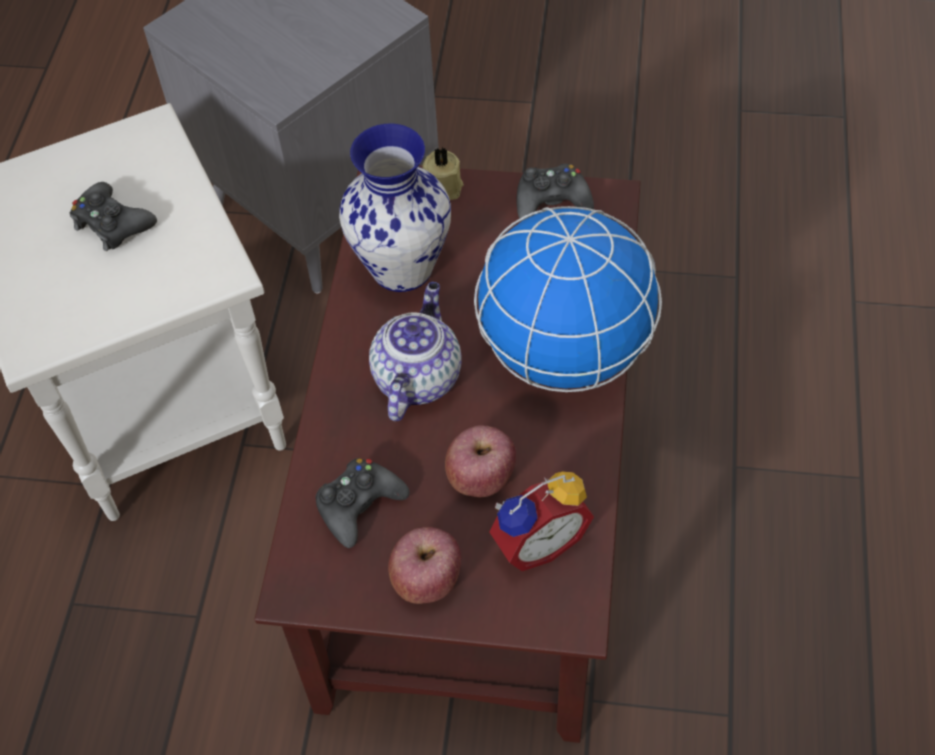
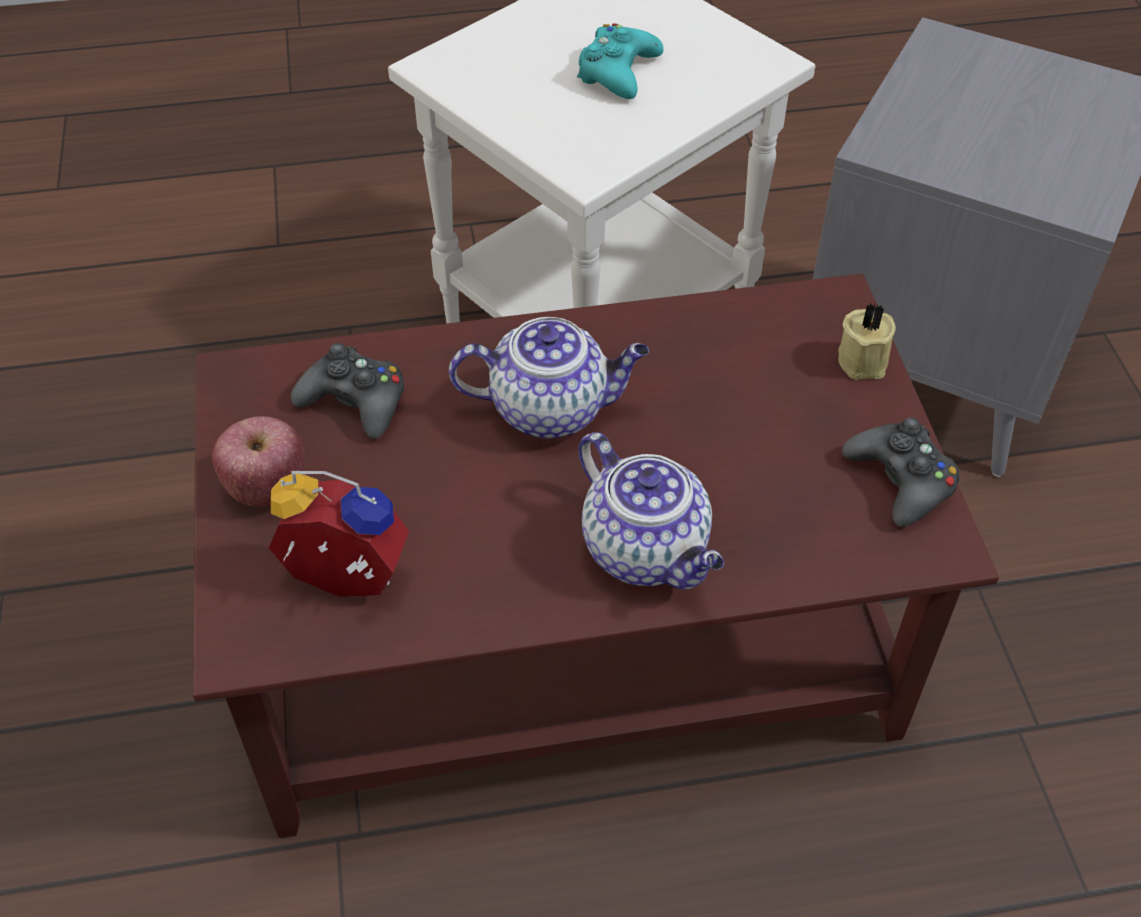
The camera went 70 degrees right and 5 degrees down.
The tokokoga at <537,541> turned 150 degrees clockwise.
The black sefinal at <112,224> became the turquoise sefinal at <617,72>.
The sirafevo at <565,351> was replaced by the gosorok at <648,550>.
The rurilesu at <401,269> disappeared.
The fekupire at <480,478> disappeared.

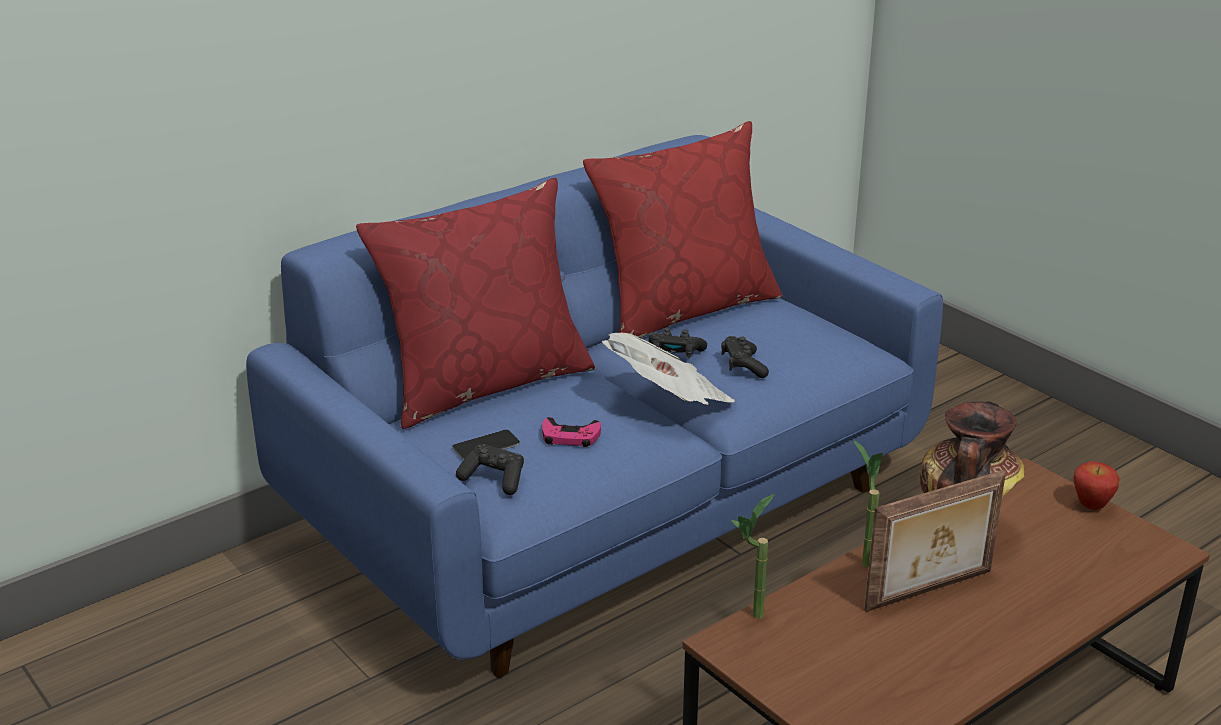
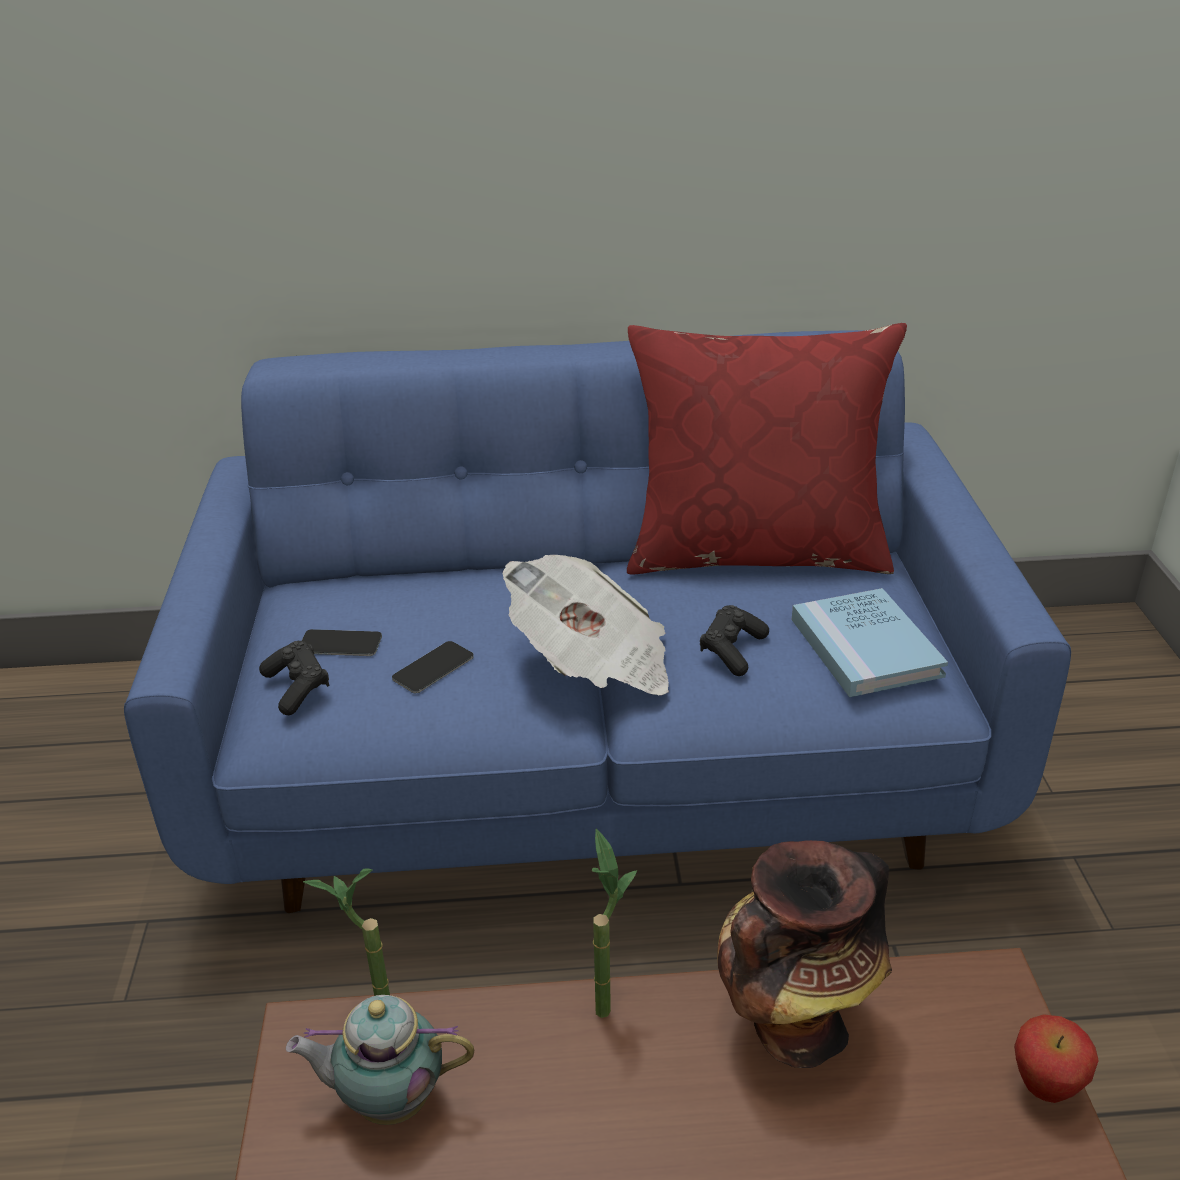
The camera went 35 degrees right and 5 degrees up.
The gosorok at <388,1100> appeared.
The pink sefinal at <570,437> was replaced by the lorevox at <433,668>.
The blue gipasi at <865,647> appeared.
The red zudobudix at <485,383> disappeared.
The black sefinal at <675,354> disappeared.
The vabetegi at <930,592> disappeared.

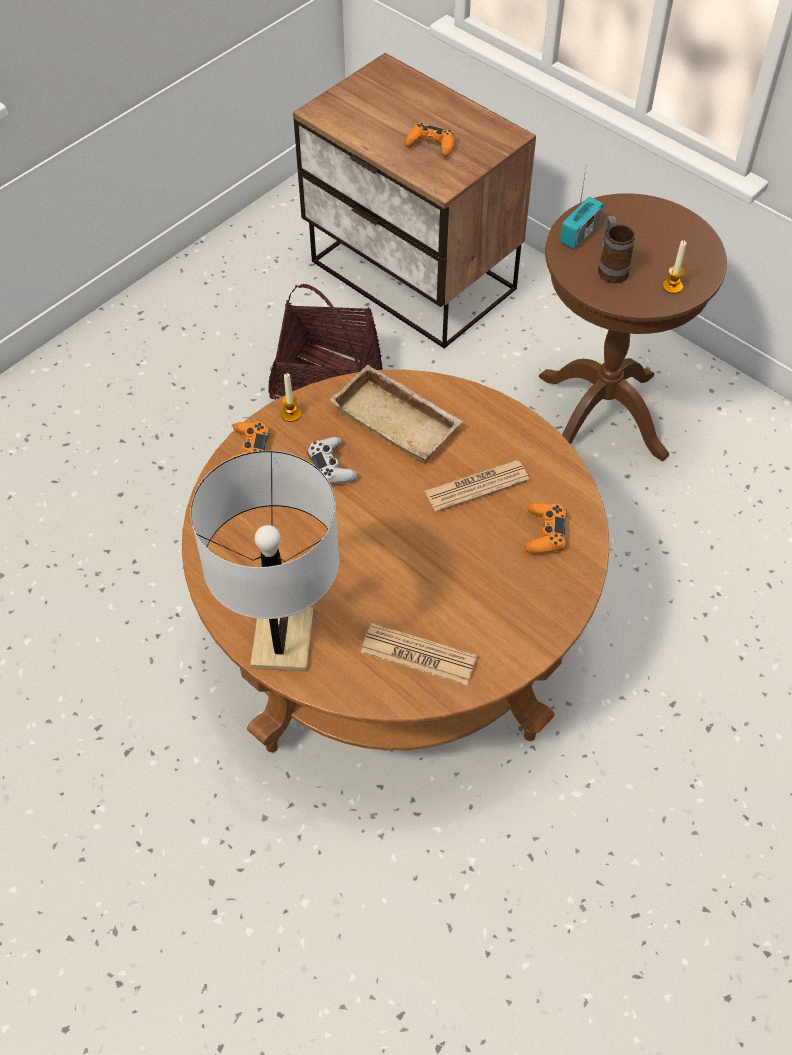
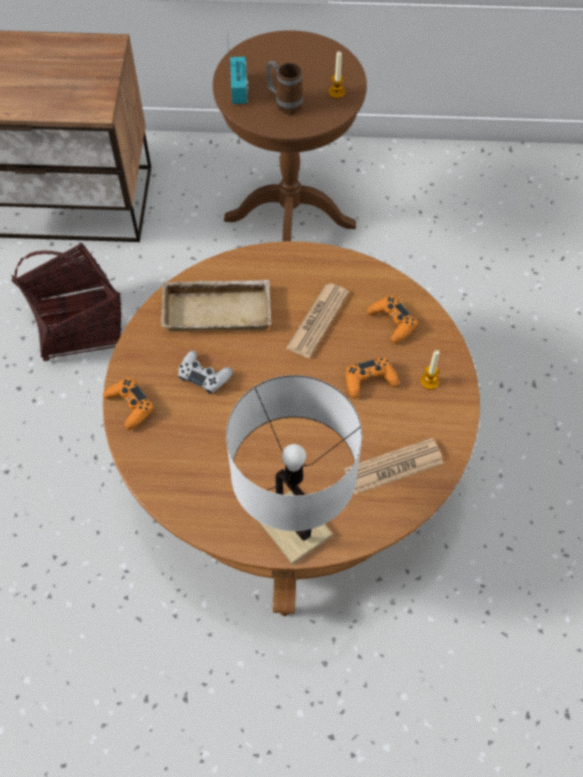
The camera went 40 degrees left and 5 degrees up.
The orange sefinal moved from <431,145> to <369,381>.
The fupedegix moved from <291,414> to <429,381>.

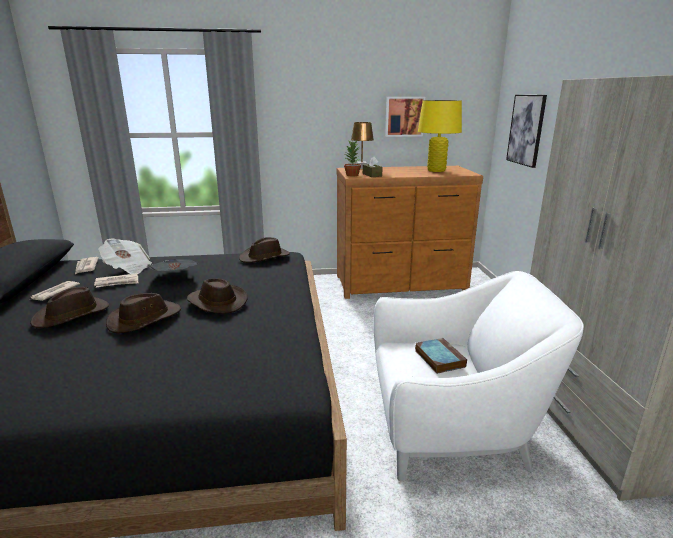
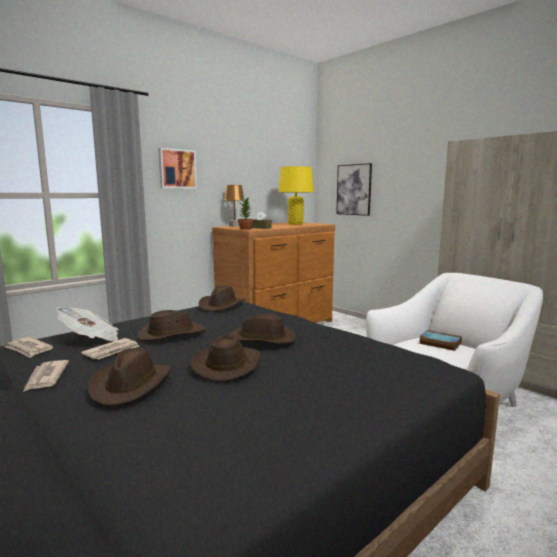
The camera went 35 degrees left and 10 degrees down.
The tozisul at <175,277> was replaced by the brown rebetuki at <171,334>.
The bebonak moved from <404,116> to <177,169>.

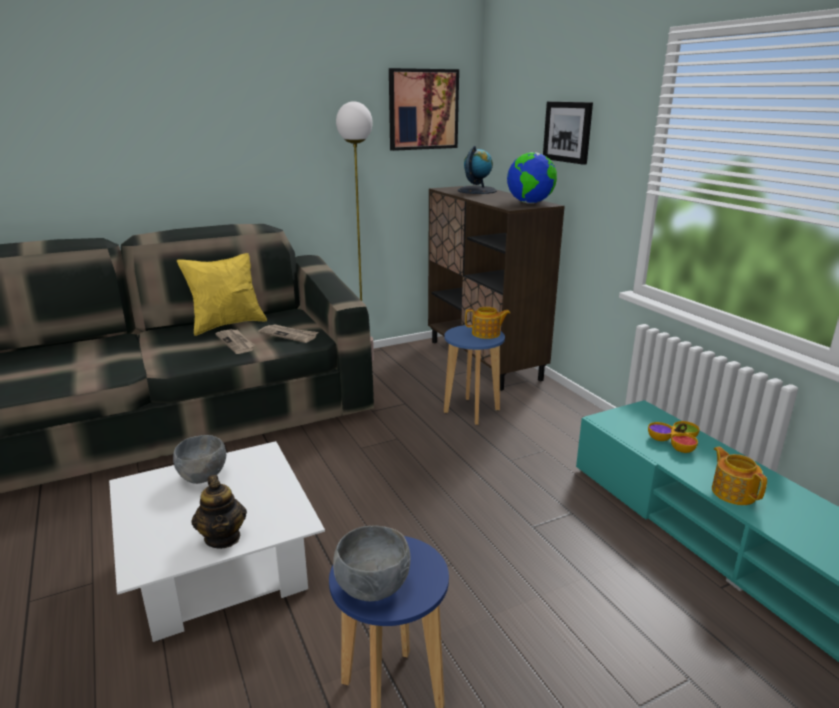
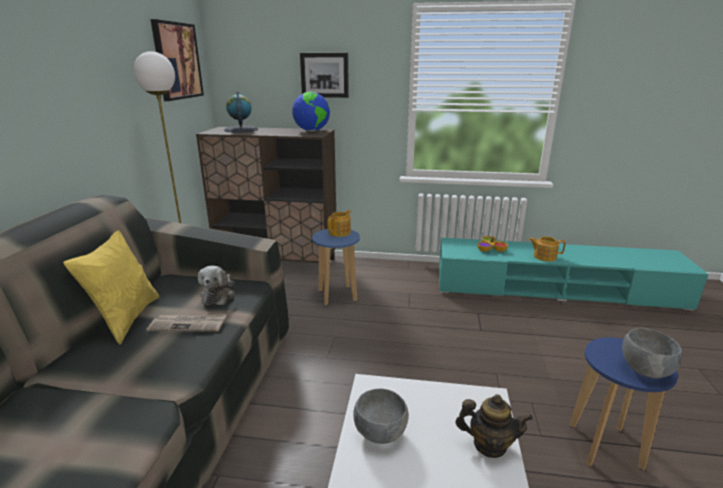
The camera went 55 degrees left and 0 degrees up.
The tozisul at <289,335> was replaced by the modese at <219,295>.

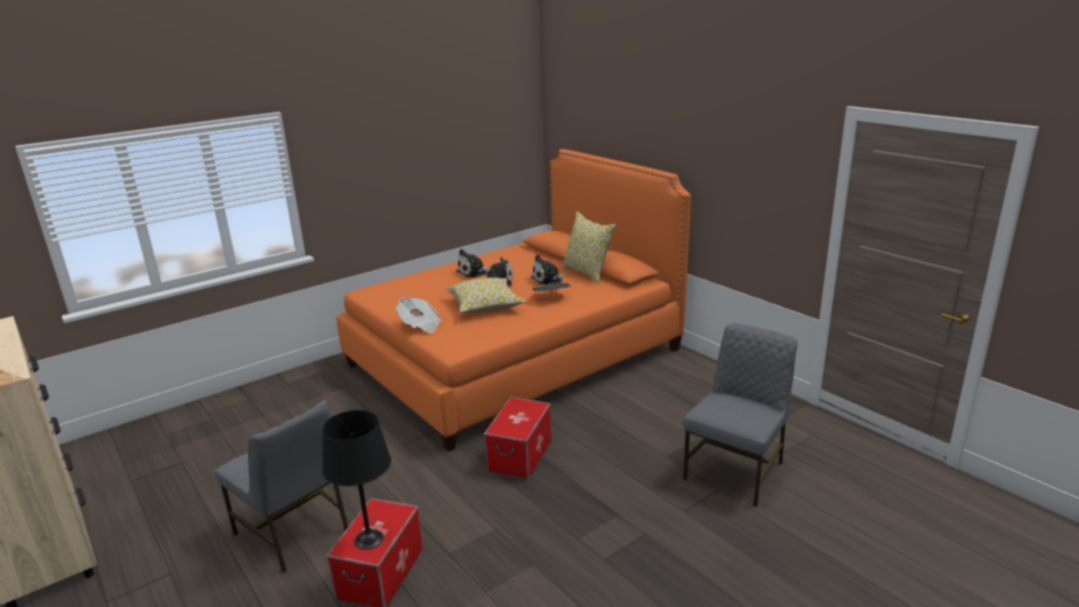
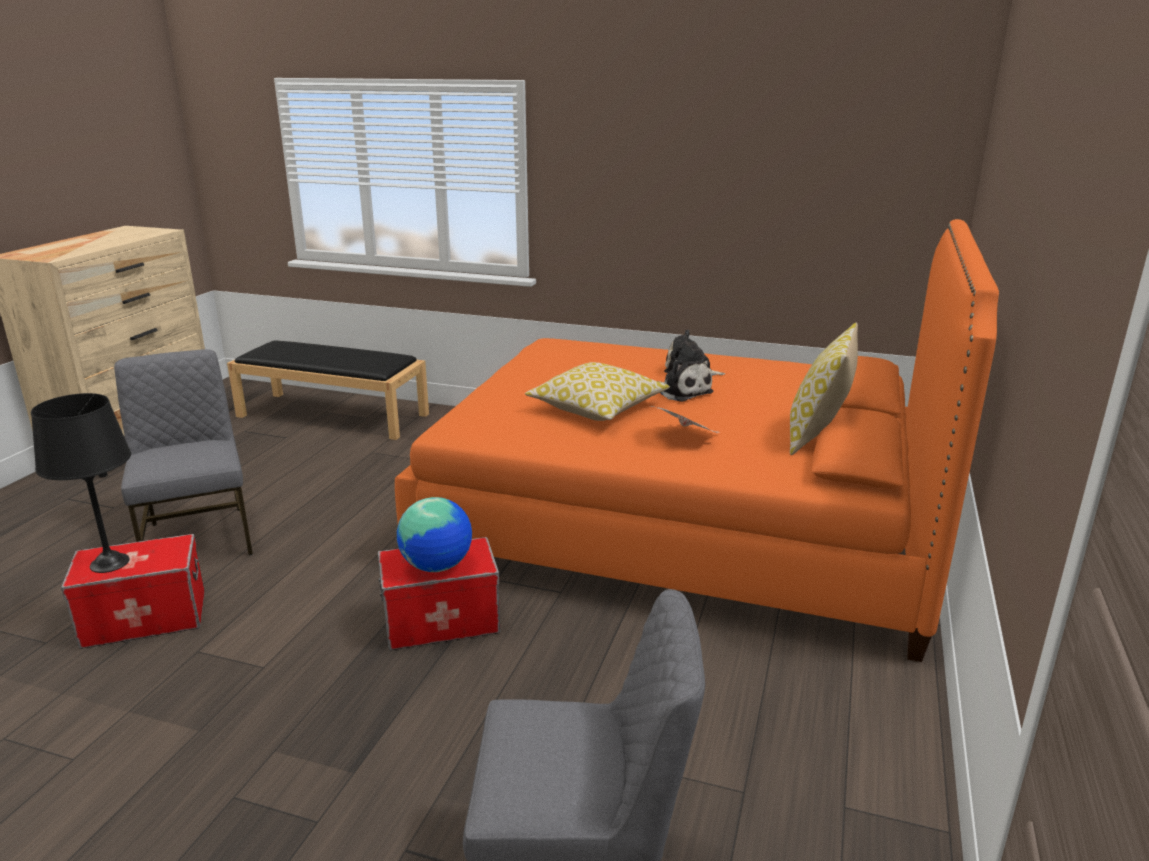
The camera went 55 degrees right and 0 degrees up.
The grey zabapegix at <293,532> turned 150 degrees clockwise.
The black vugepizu at <334,415> appeared.
The sirafevo at <437,566> appeared.
The tozisul at <420,325> disappeared.
The modese at <548,279> disappeared.

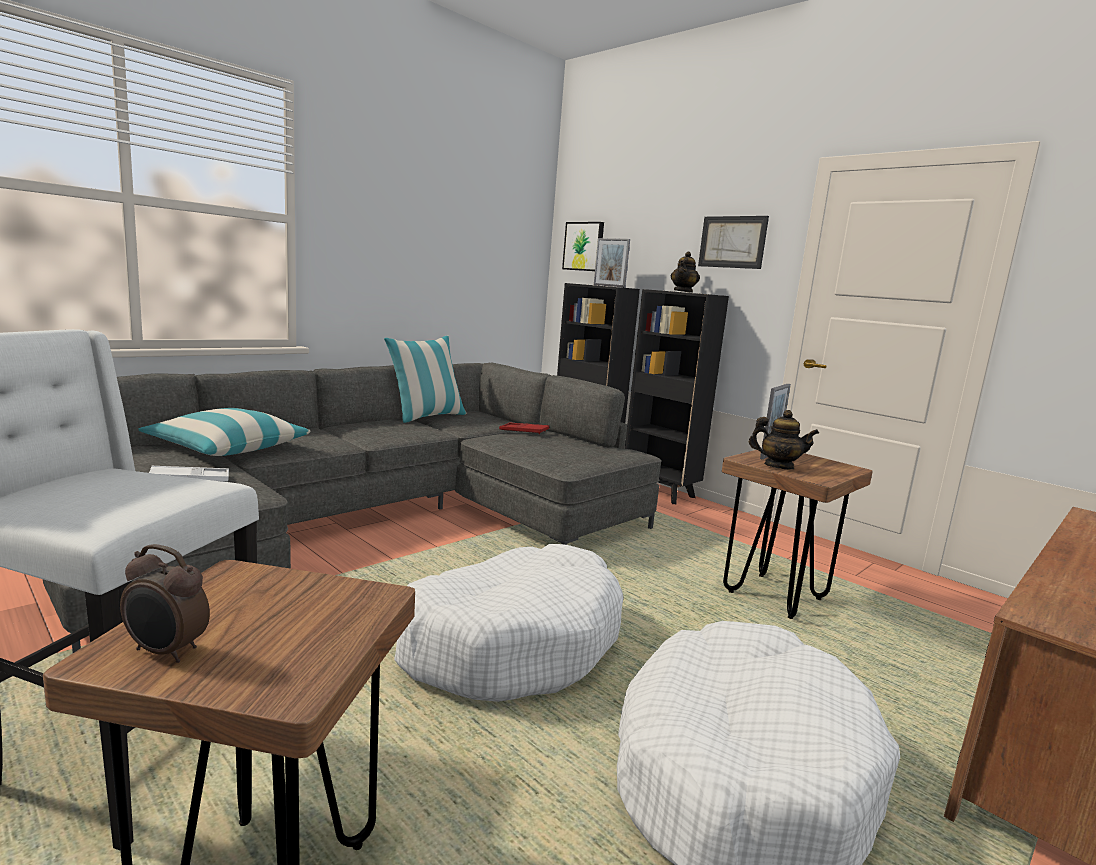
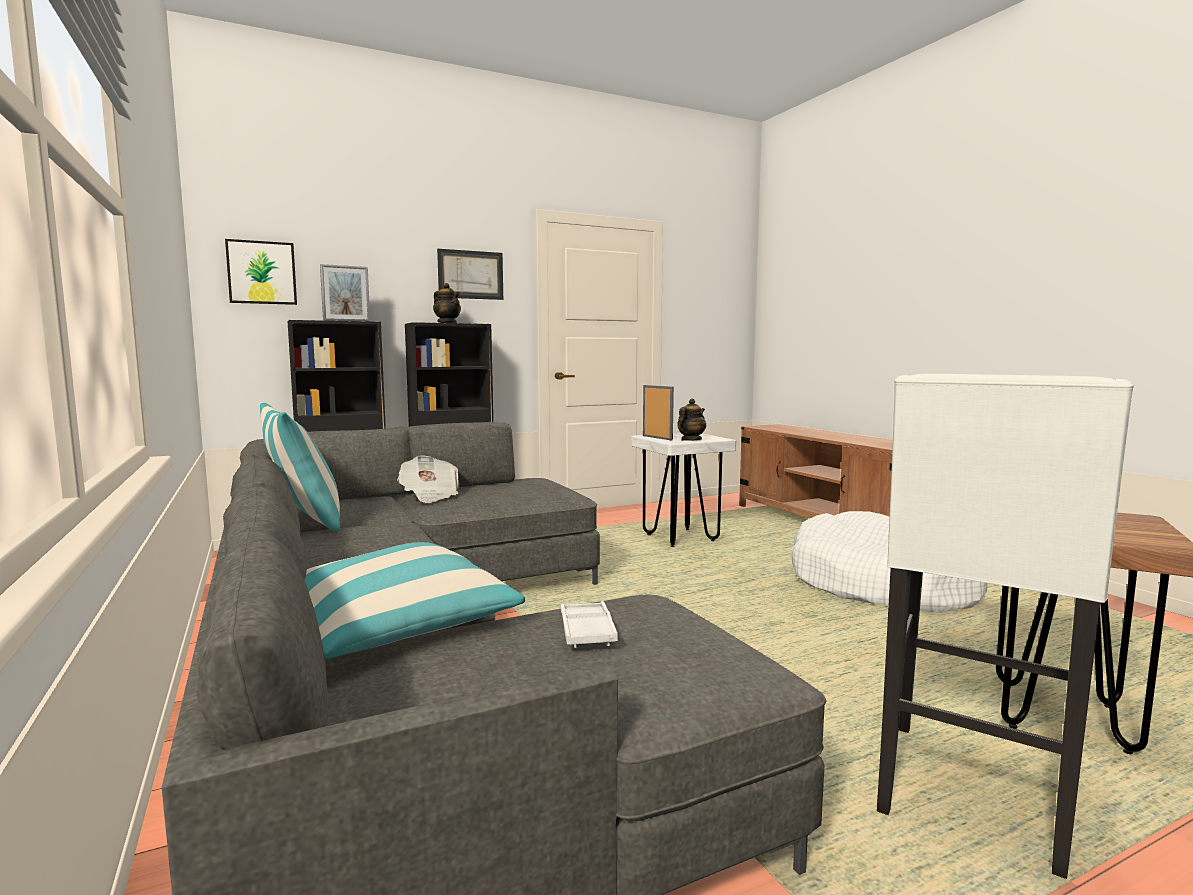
The camera went 70 degrees left and 5 degrees down.
The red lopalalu at <523,431> was replaced by the tozisul at <429,496>.
The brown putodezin at <775,596> became the white putodezin at <680,538>.
The tokokoga at <166,652> disappeared.
The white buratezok at <511,642> disappeared.

